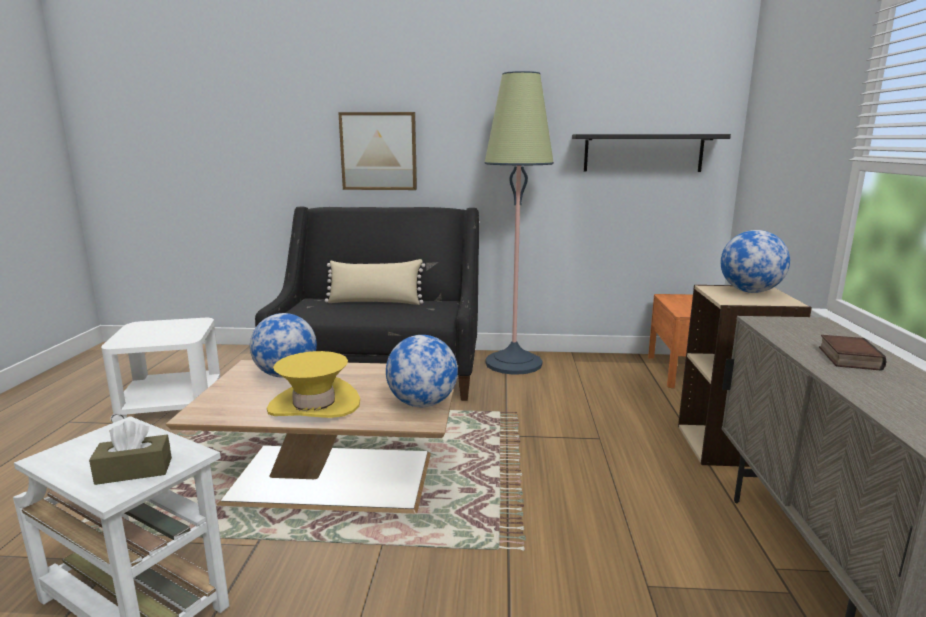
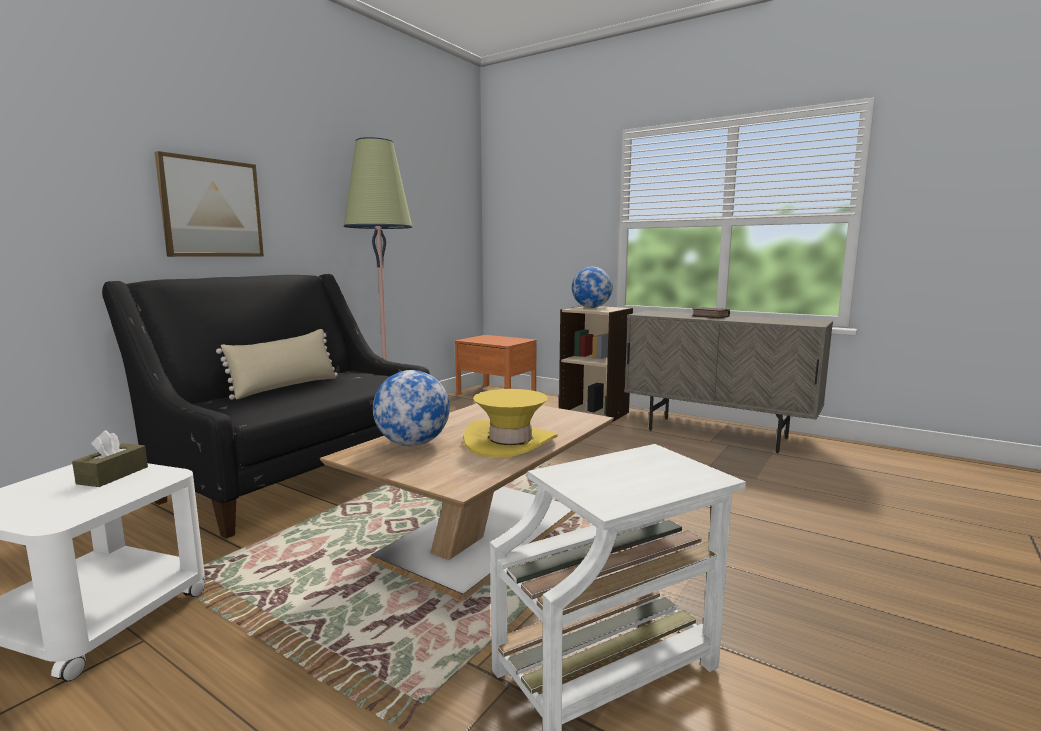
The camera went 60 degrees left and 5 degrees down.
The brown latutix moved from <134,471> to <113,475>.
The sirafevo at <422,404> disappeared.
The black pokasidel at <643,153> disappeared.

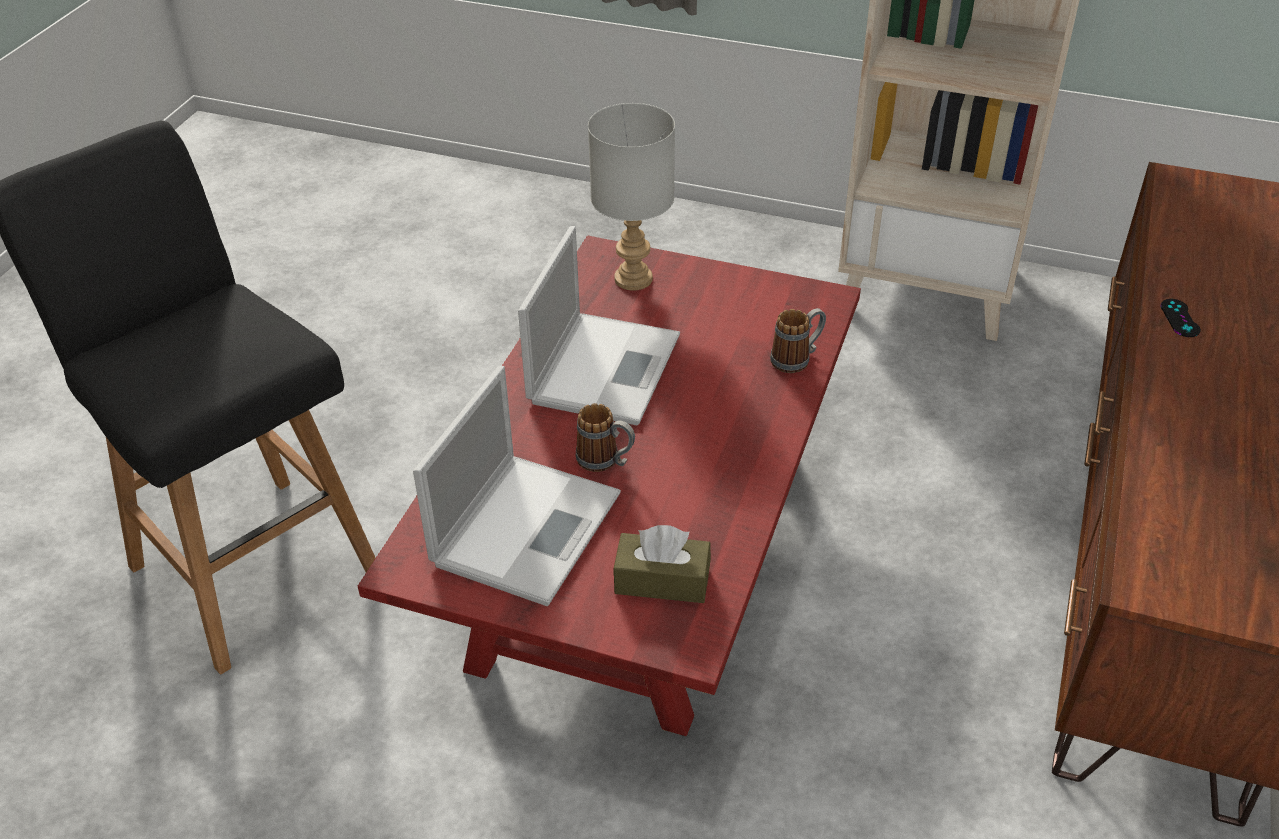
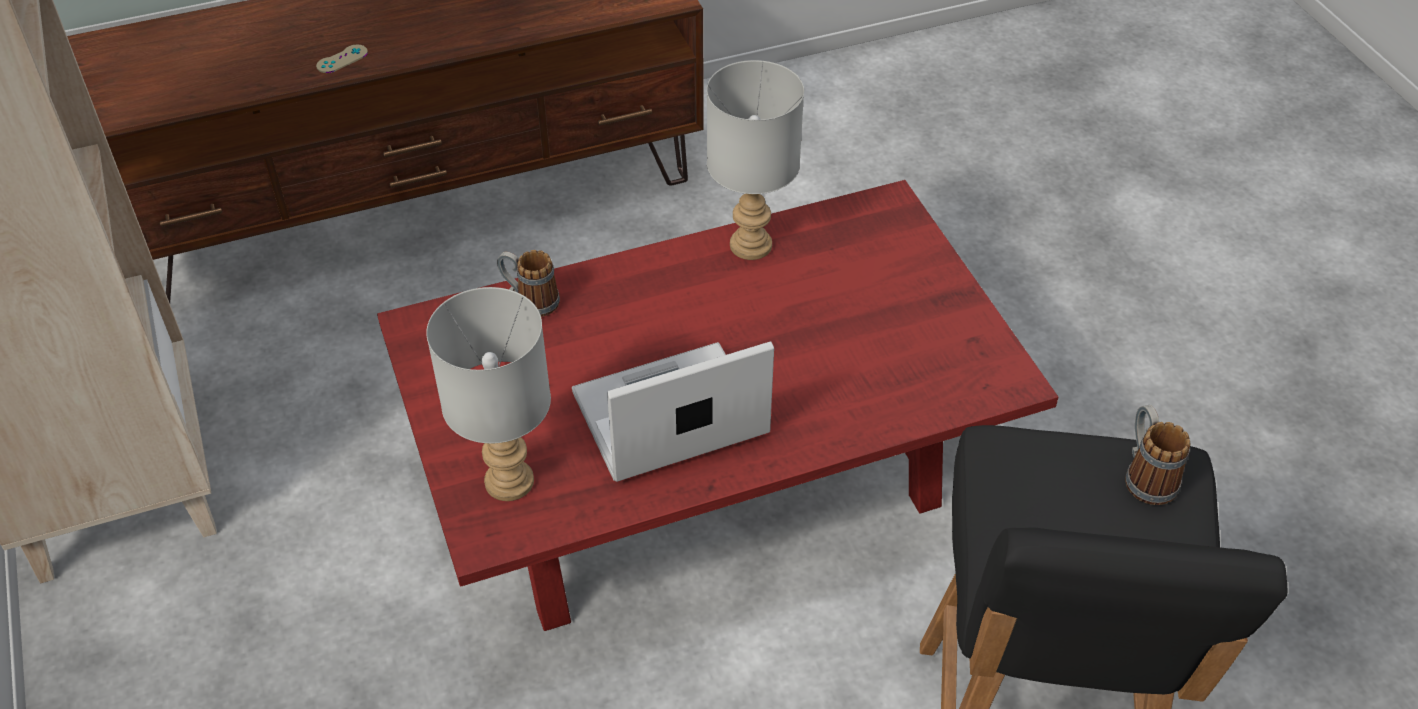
The camera went 130 degrees left and 5 degrees up.
The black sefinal at <1180,318> became the beige sefinal at <342,59>.
The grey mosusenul at <752,244> appeared.
The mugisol moved from <605,461> to <1145,475>.
The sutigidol at <528,526> disappeared.
The brown latutix at <662,580> disappeared.

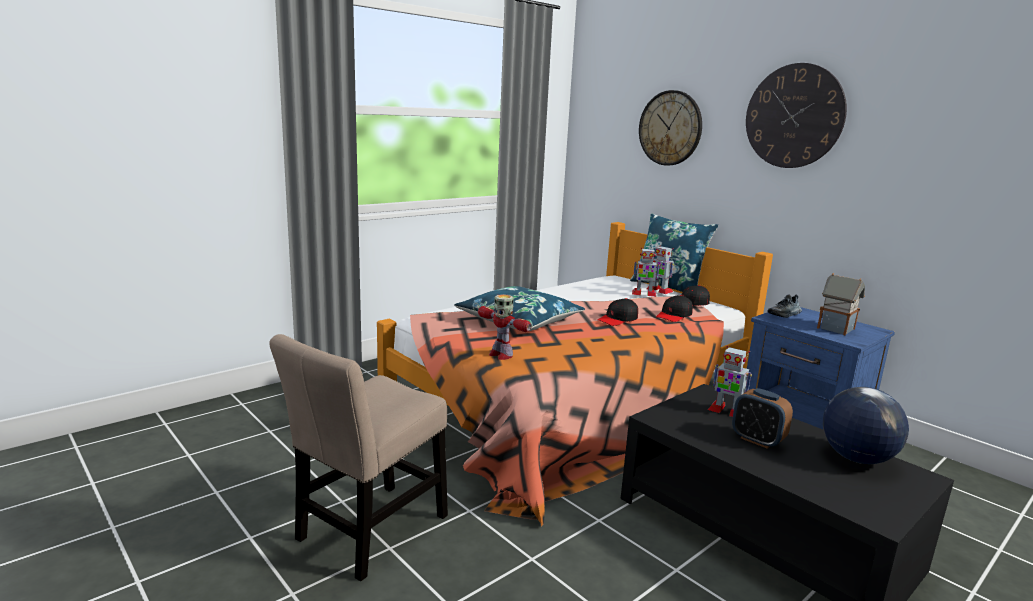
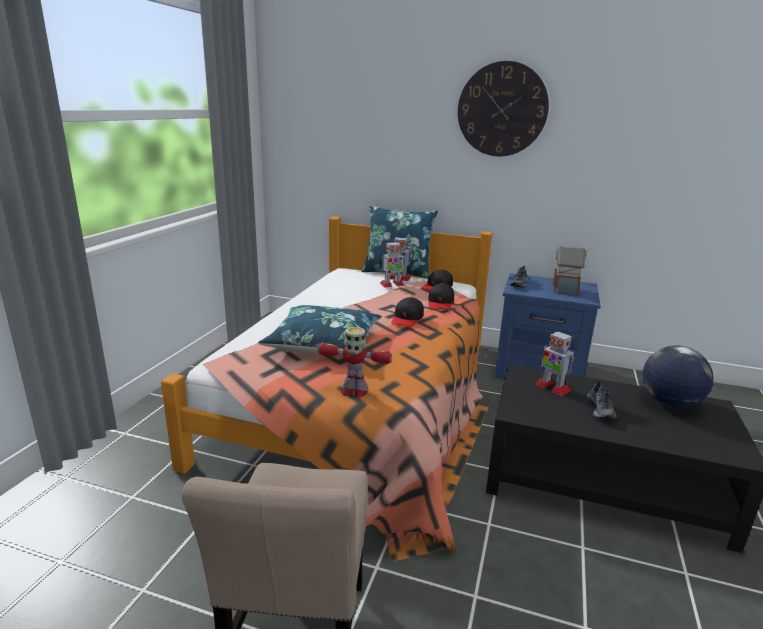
The camera went 30 degrees left and 5 degrees up.
The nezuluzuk at <726,411> turned 45 degrees clockwise.
The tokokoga at <757,440> was replaced by the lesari at <601,410>.
The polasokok at <670,128> disappeared.

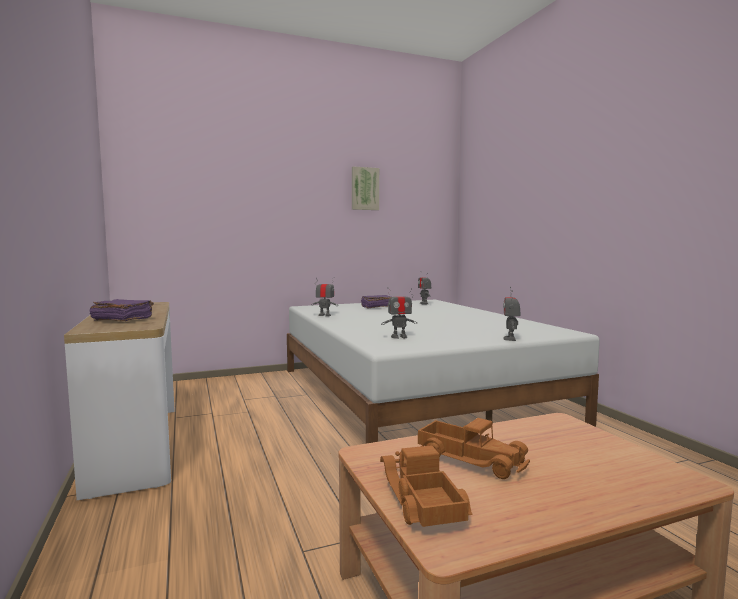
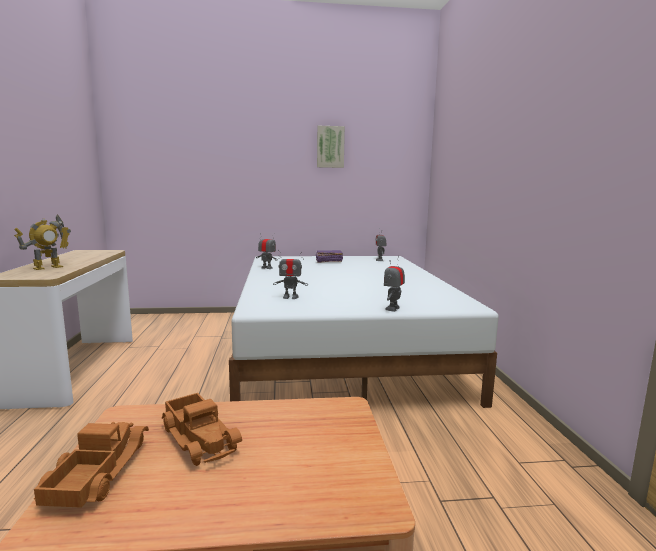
The camera went 15 degrees right and 5 degrees up.
The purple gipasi at <122,320> was replaced by the nezuluzuk at <48,267>.

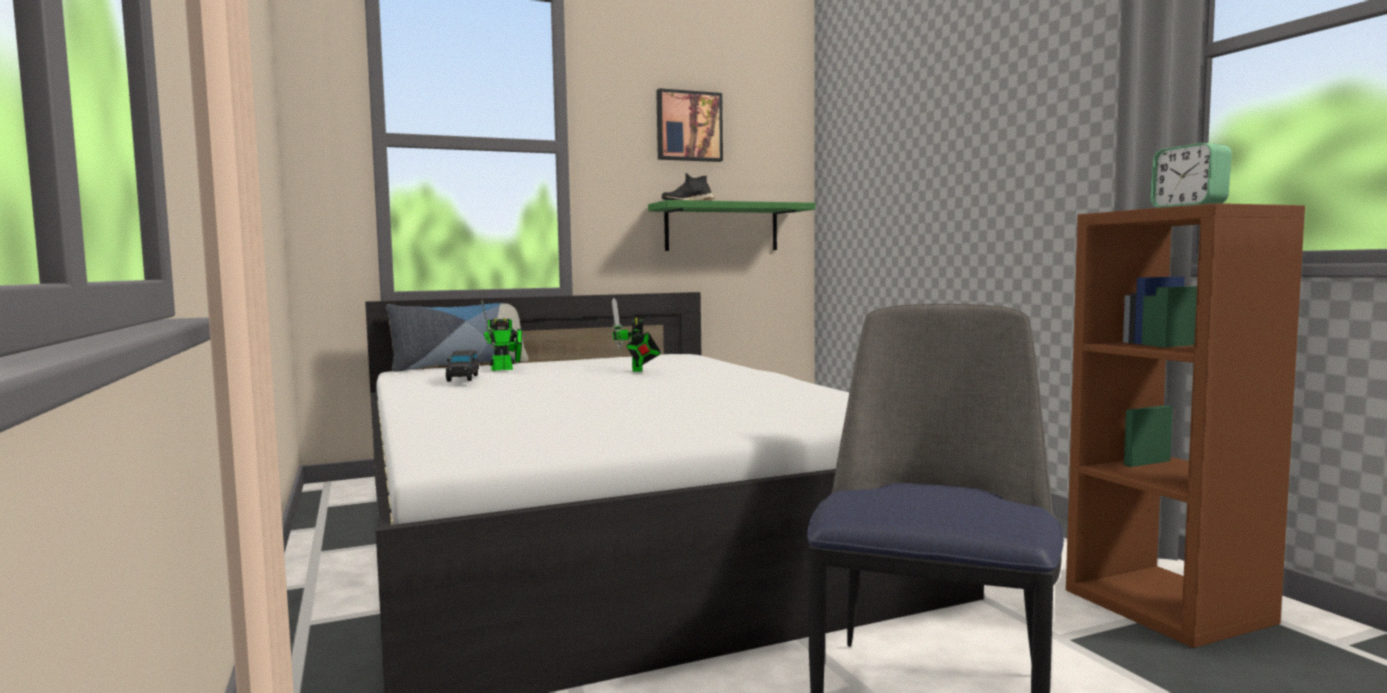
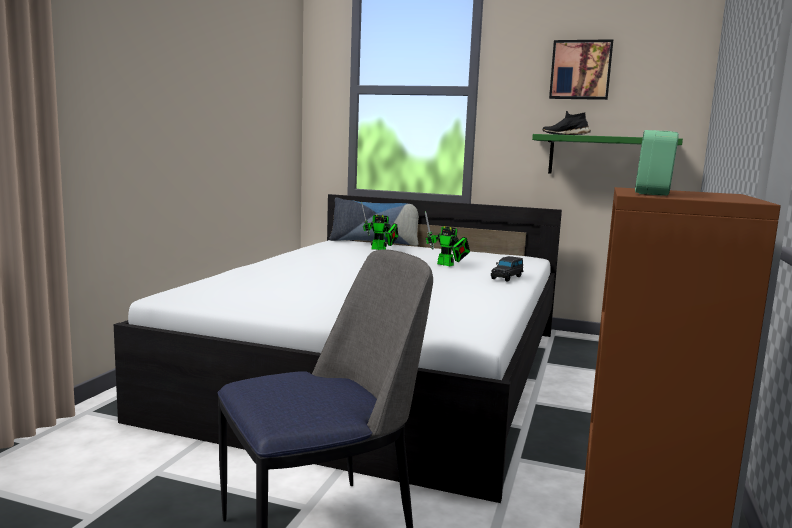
The camera went 40 degrees right and 5 degrees up.
The nezuluzuk at <637,370> turned 90 degrees counterclockwise.
The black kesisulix moved from <463,378> to <507,277>.

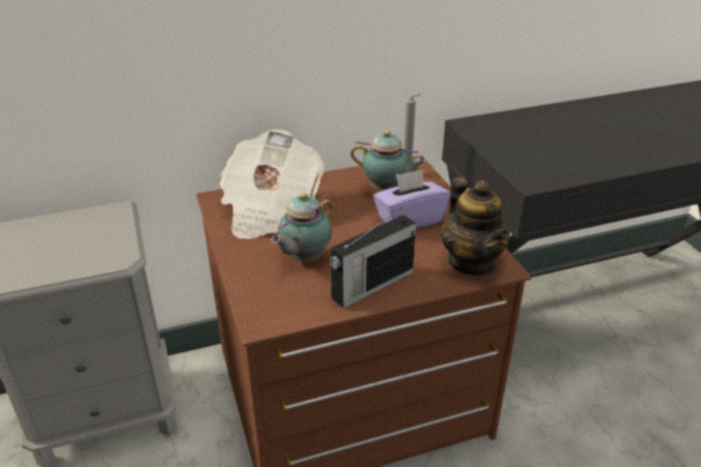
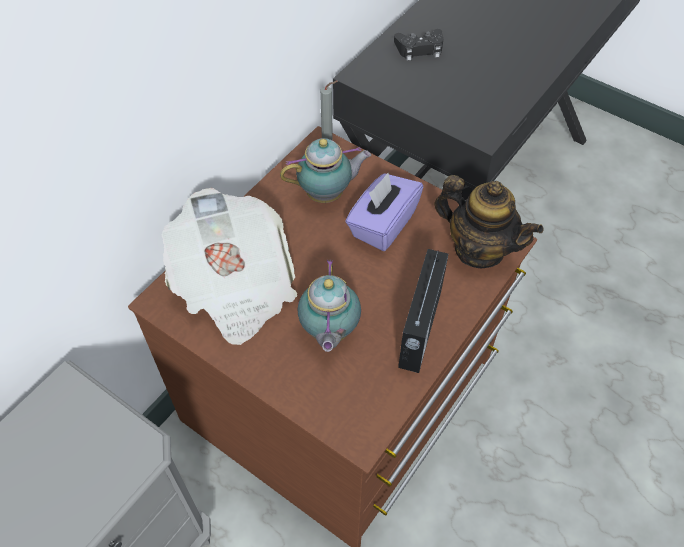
The camera went 35 degrees left and 20 degrees up.
The black sefinal at <419,49> appeared.

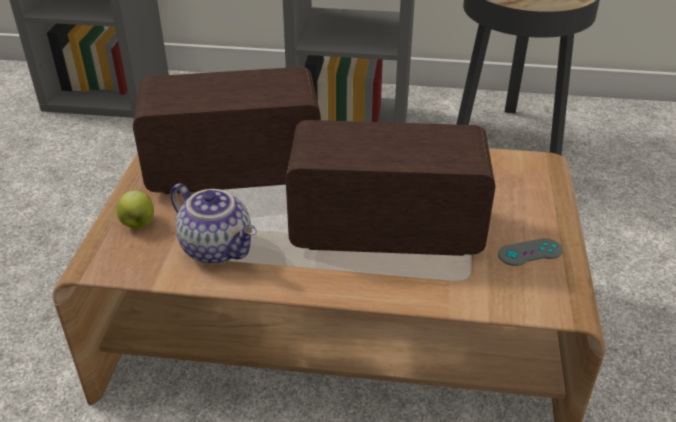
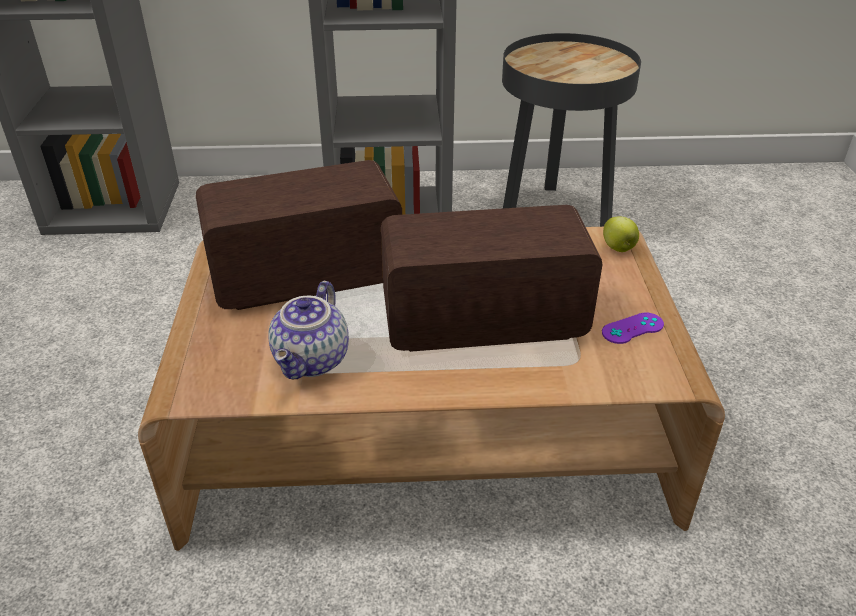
The camera went 10 degrees left and 0 degrees up.
The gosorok at <218,248> turned 75 degrees clockwise.
The grey sefinal at <530,252> became the purple sefinal at <632,328>.
The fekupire moved from <138,224> to <618,248>.

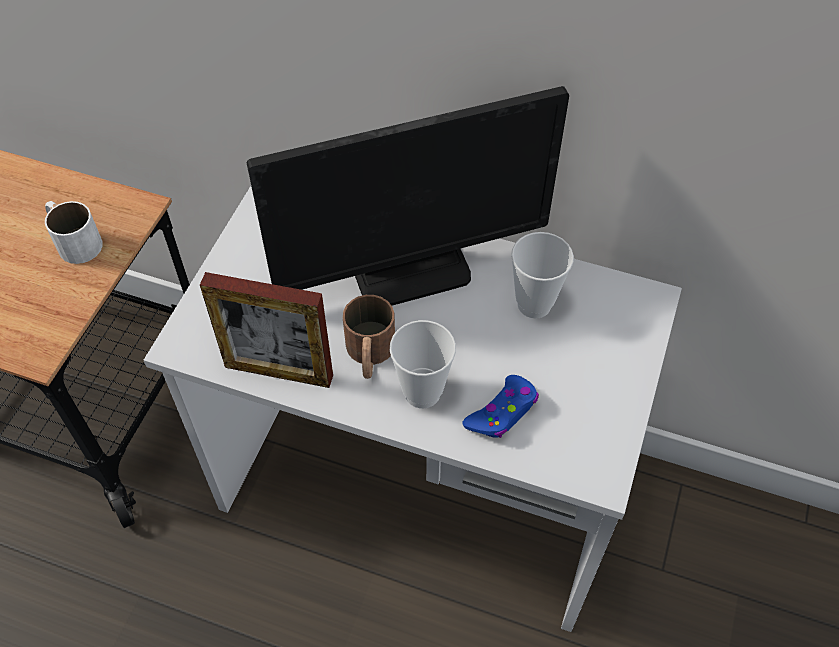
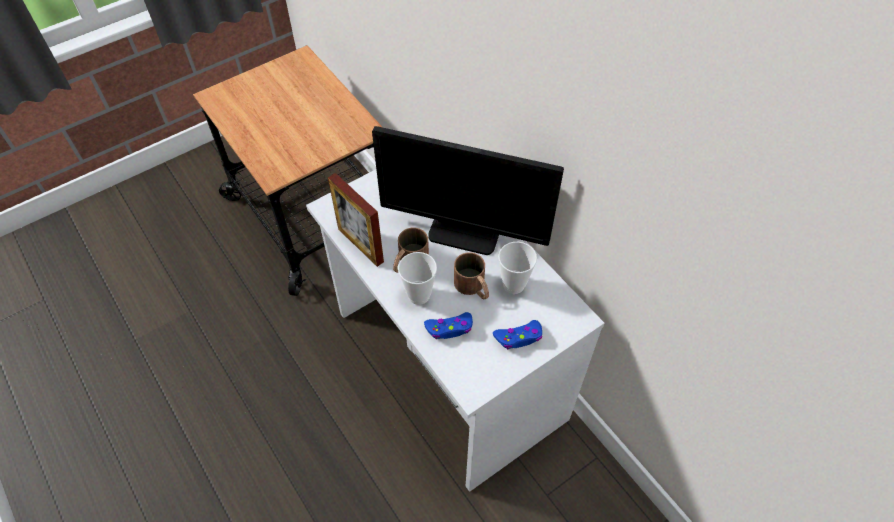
The camera went 35 degrees right and 0 degrees up.
The brown mugisol at <473,287> appeared.
The blue sefinal at <519,337> appeared.
The white mugisol at <73,240> disappeared.

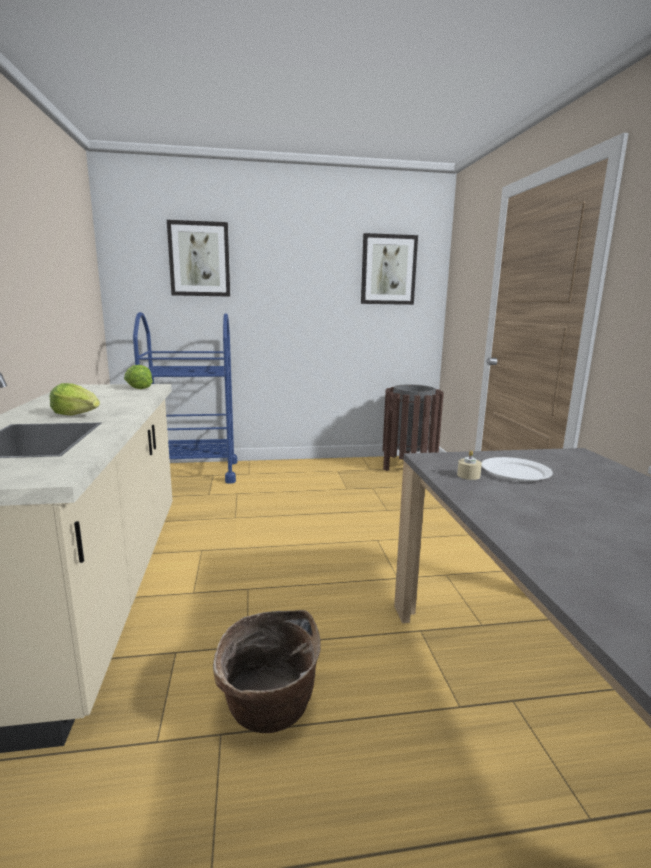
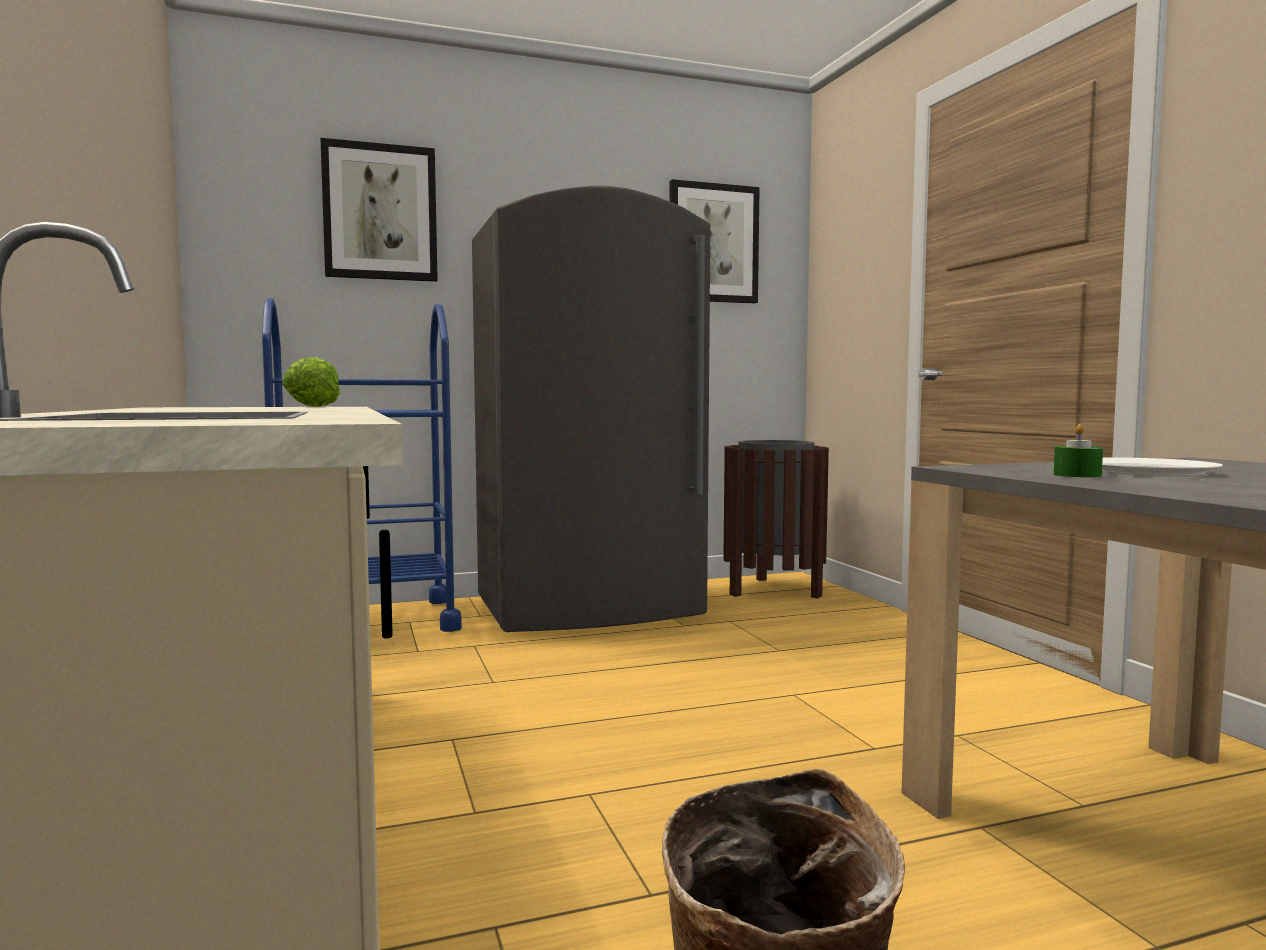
The camera went 10 degrees left and 10 degrees down.
The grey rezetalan at <589,608> appeared.
The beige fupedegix at <468,475> became the green fupedegix at <1077,475>.
The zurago at <77,415> disappeared.

